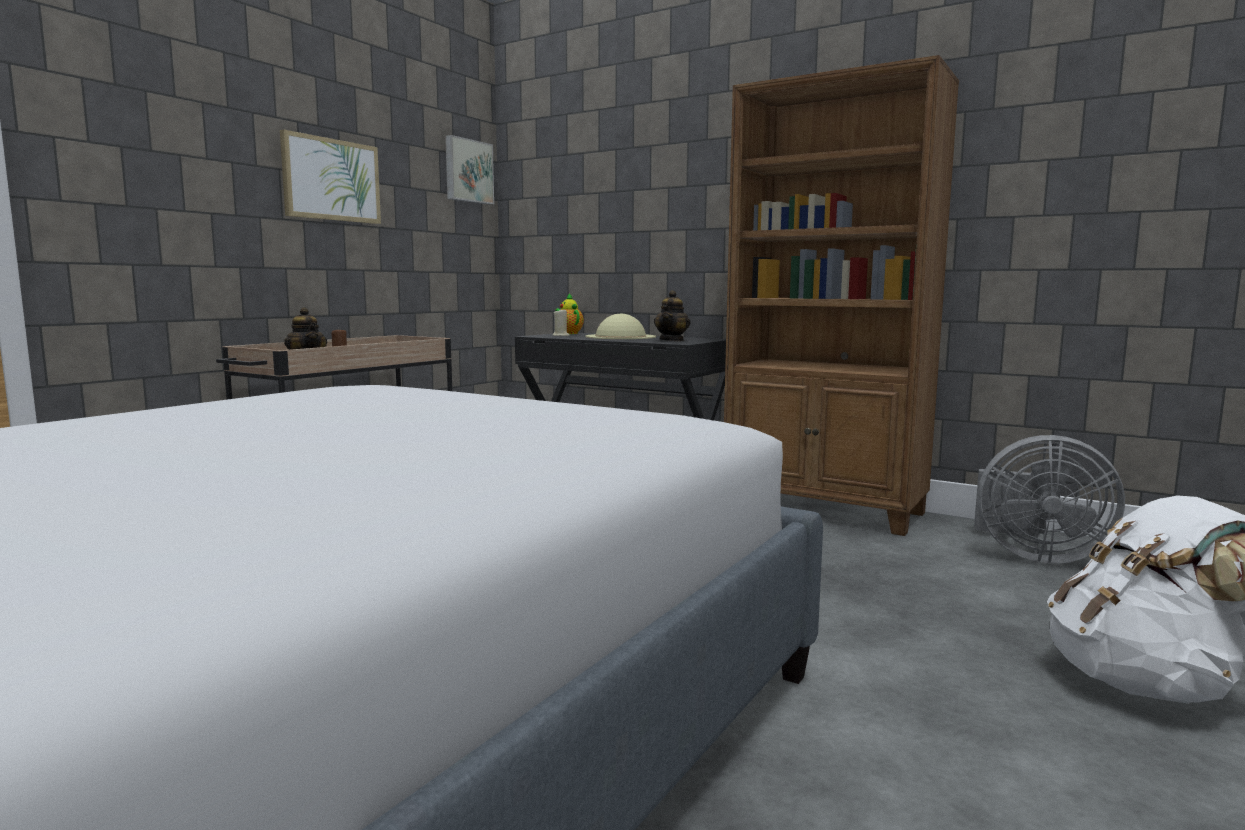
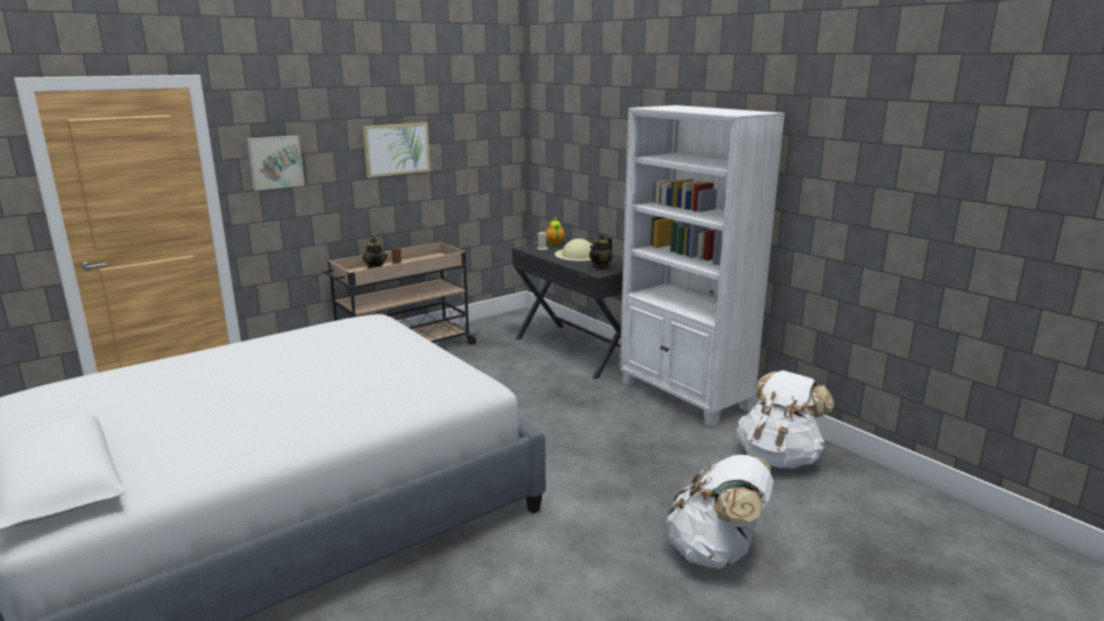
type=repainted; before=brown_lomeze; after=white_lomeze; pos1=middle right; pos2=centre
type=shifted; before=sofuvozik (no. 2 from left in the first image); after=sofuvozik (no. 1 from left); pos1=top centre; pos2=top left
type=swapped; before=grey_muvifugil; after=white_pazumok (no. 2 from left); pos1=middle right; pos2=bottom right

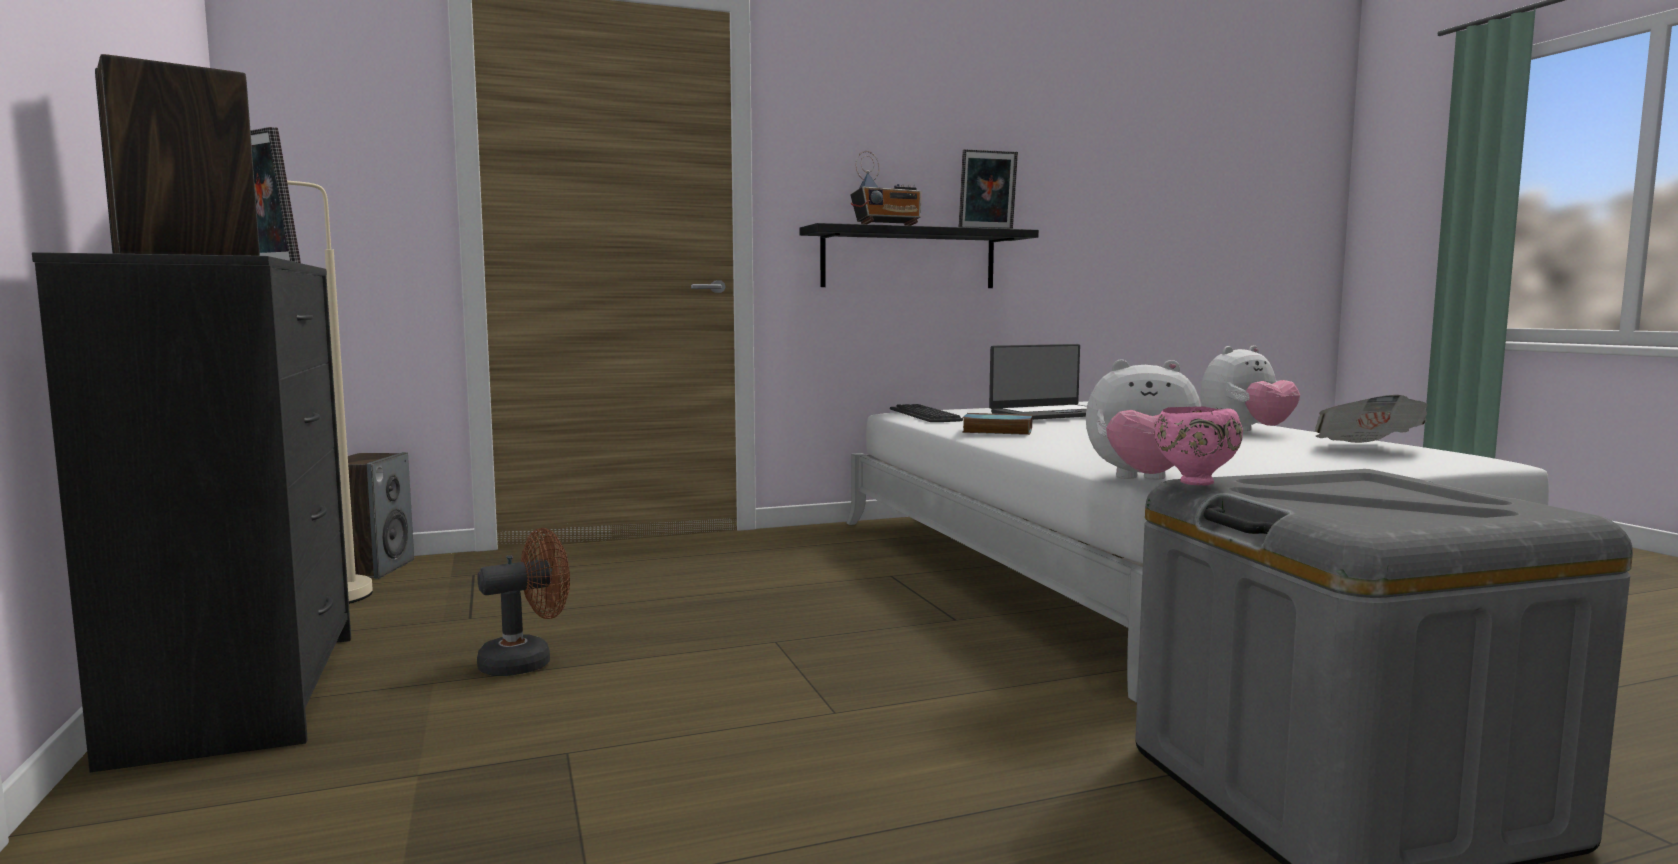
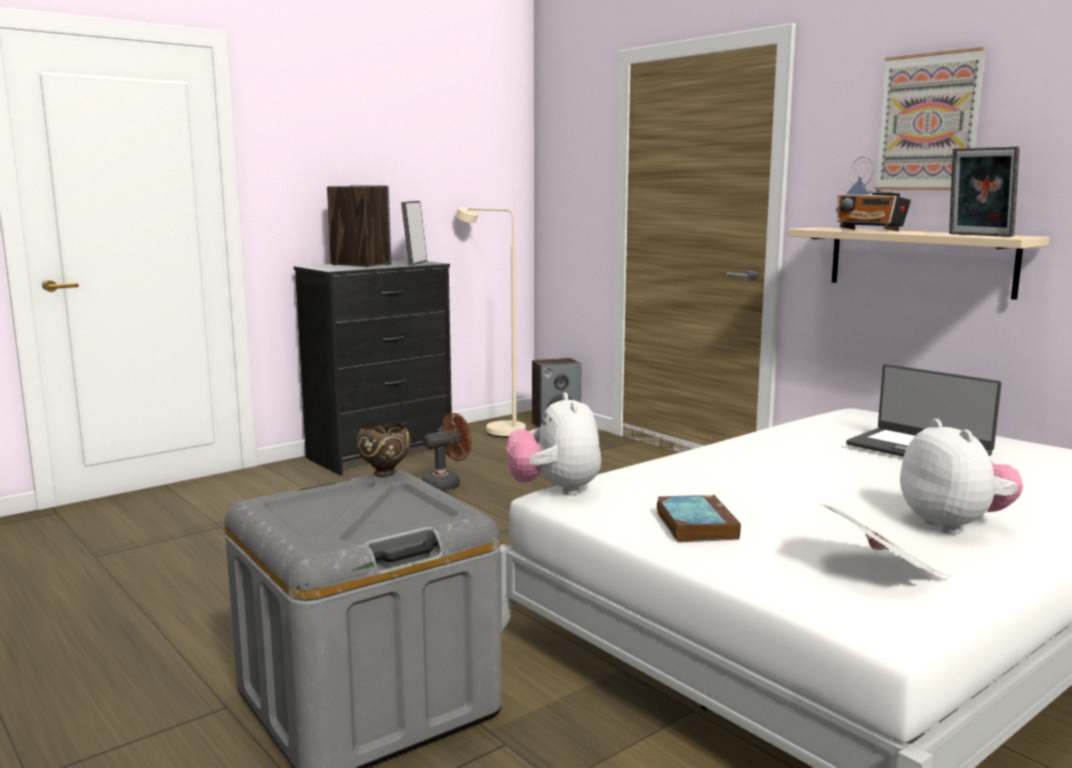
type=repainted; before=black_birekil; after=beige_birekil; pos1=top centre; pos2=middle right
type=rotated; before=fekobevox (no. 2 from left); pos1=middle right; pos2=middle right; turn=-150
type=gone; before=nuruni; pos1=centre
type=repainted; before=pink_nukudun; after=brown_nukudun; pos1=middle right; pos2=centre
type=shifted; before=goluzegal; pos1=centre; pos2=bottom centre
type=rotated; before=brown_muvifugil; pos1=bottom left; pos2=centre; turn=-75
type=new; after=sofuvozik; pos2=top right

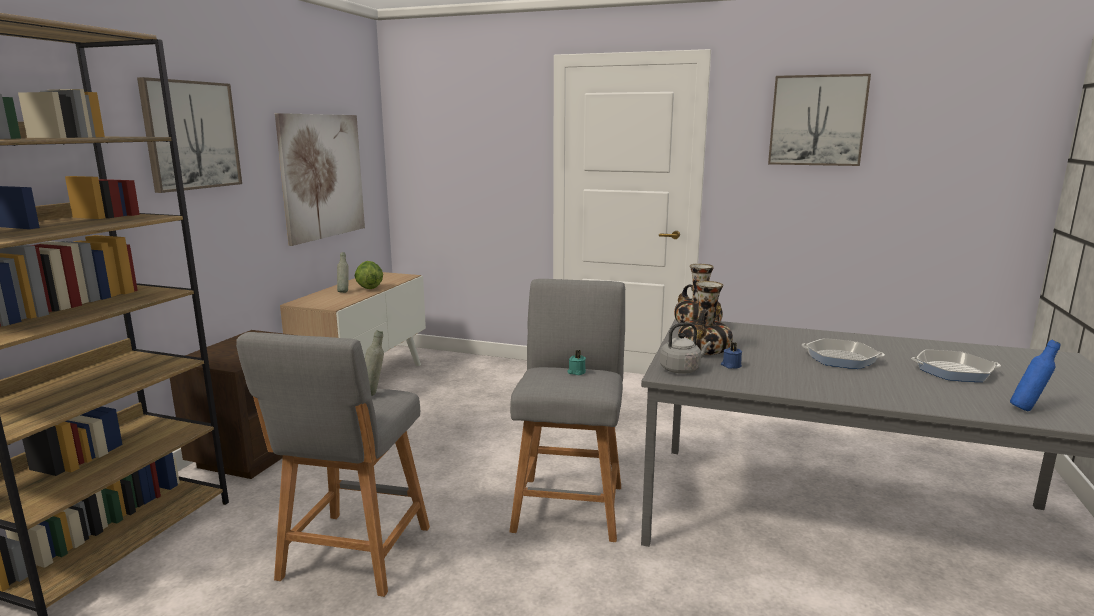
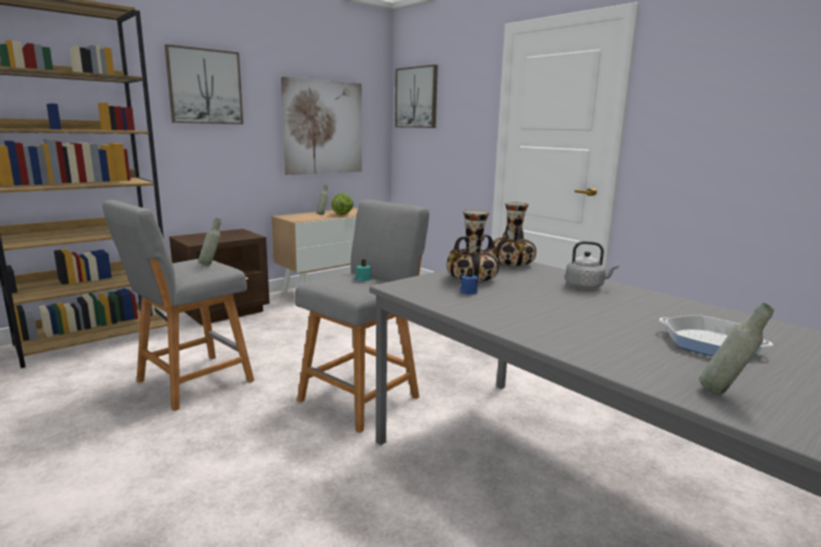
type=shifted; before=sofuvozik (no. 3 from left); pos1=top right; pos2=top centre
type=shifted; before=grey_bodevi; pos1=centre; pos2=middle right
type=gone; before=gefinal (no. 1 from left); pos1=middle right
type=repainted; before=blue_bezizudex; after=grey_bezizudex (no. 3 from left); pos1=middle right; pos2=middle right

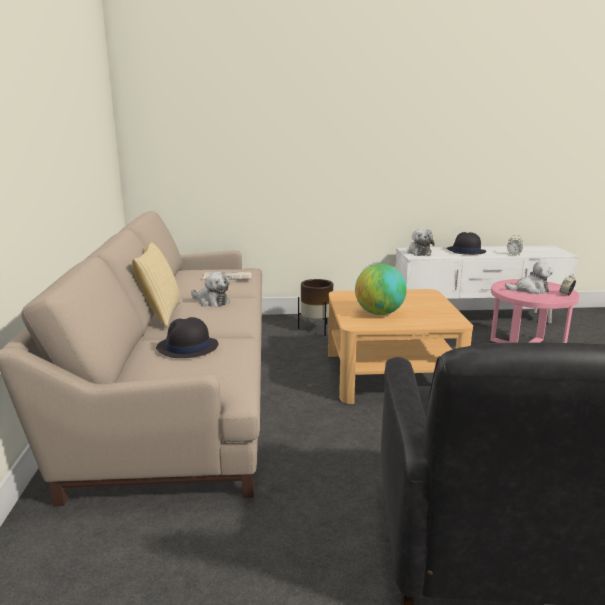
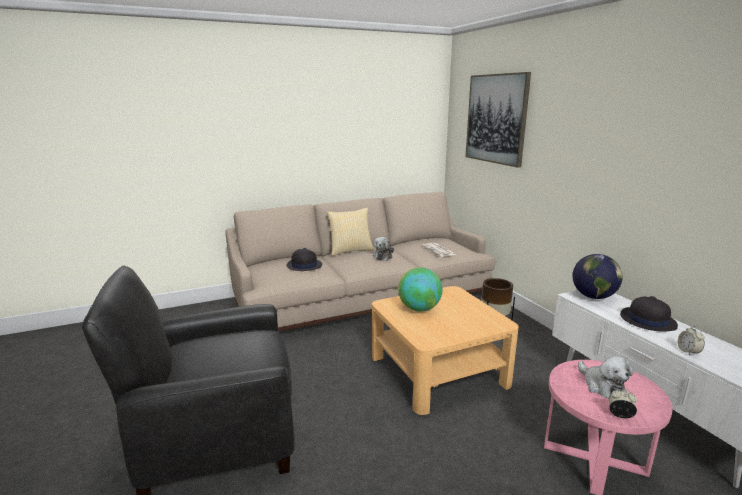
type=swapped; before=fekobevox (no. 2 from left); after=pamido (no. 2 from left); pos1=middle right; pos2=middle right
type=new; after=sofuvozik; pos2=top right

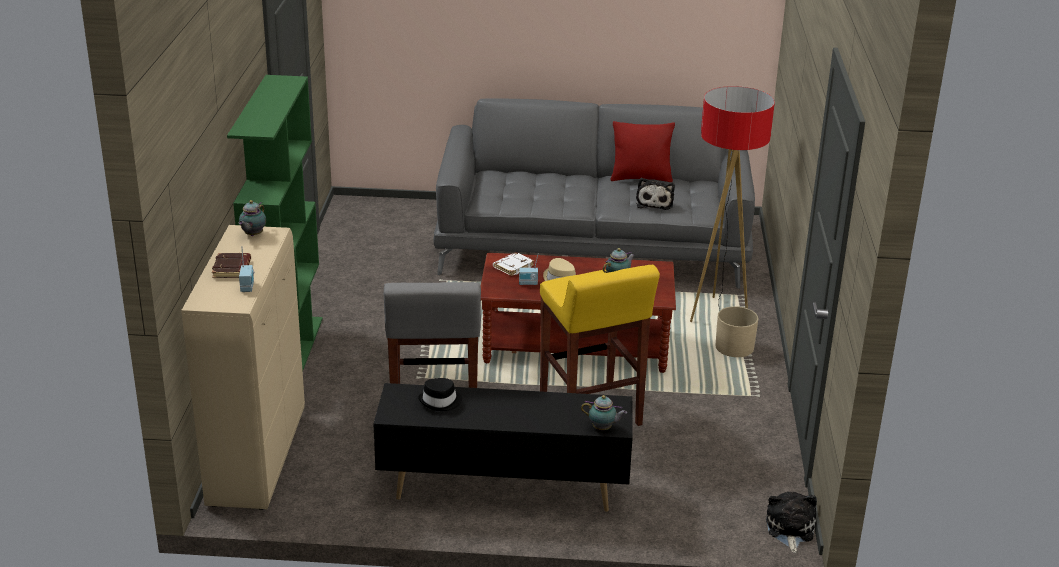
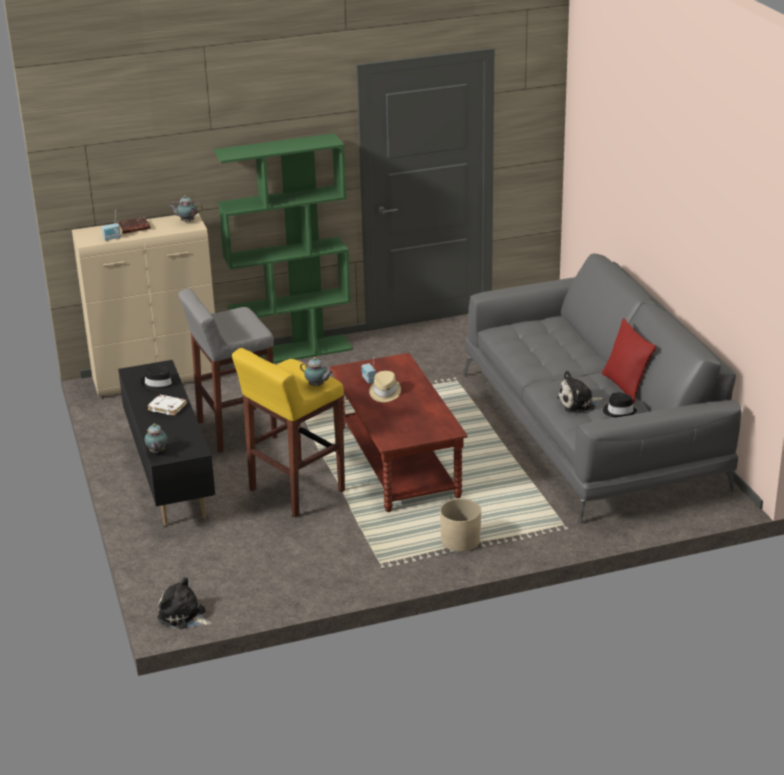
type=gone; before=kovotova; pos1=middle right
type=shifted; before=white_goluzegal; pos1=centre; pos2=middle left
type=rotated; before=fekobevox (no. 2 from left in the first image); pos1=bottom right; pos2=bottom left; turn=-135
type=new; after=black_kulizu (no. 2 from left); pos2=middle right

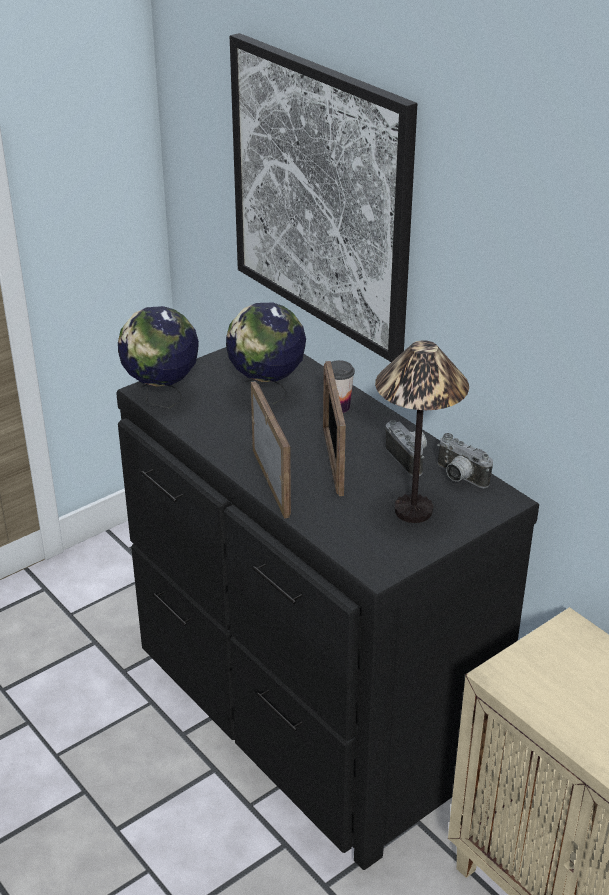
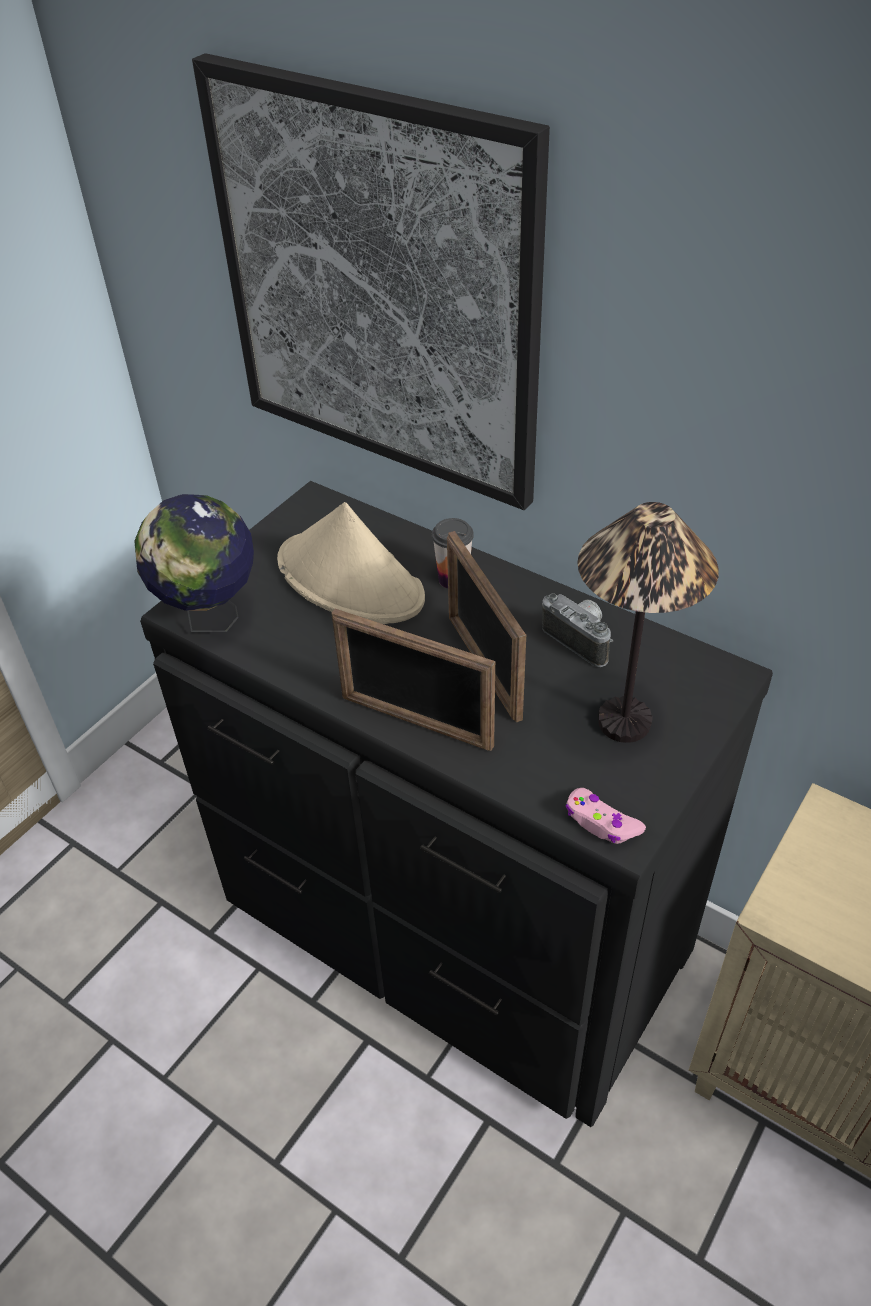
type=swapped; before=pamido (no. 2 from left); after=beige_kulizu; pos1=centre; pos2=centre
type=rotated; before=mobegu (no. 1 from left); pos1=centre; pos2=centre; turn=150
type=gone; before=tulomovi (no. 2 from left); pos1=middle right
type=new; after=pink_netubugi; pos2=middle right

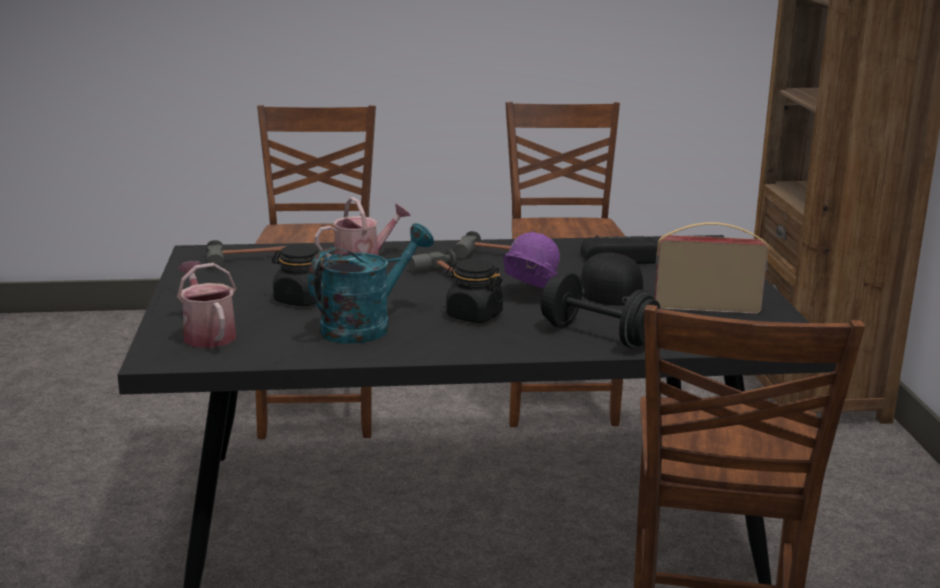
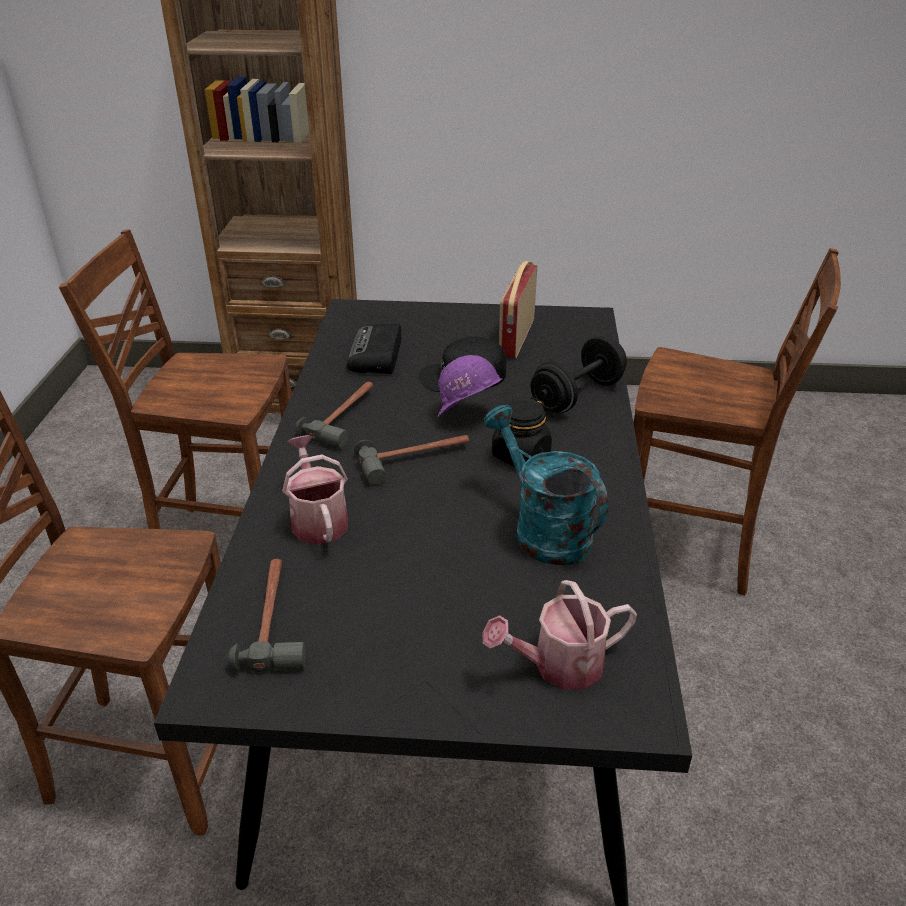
type=gone; before=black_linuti (no. 1 from left); pos1=middle left

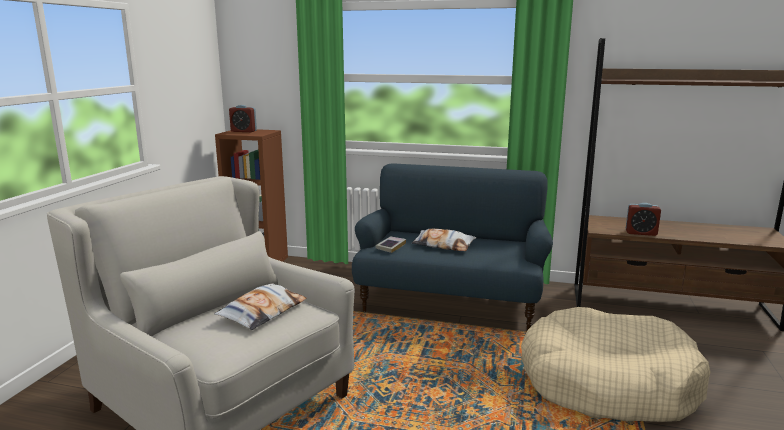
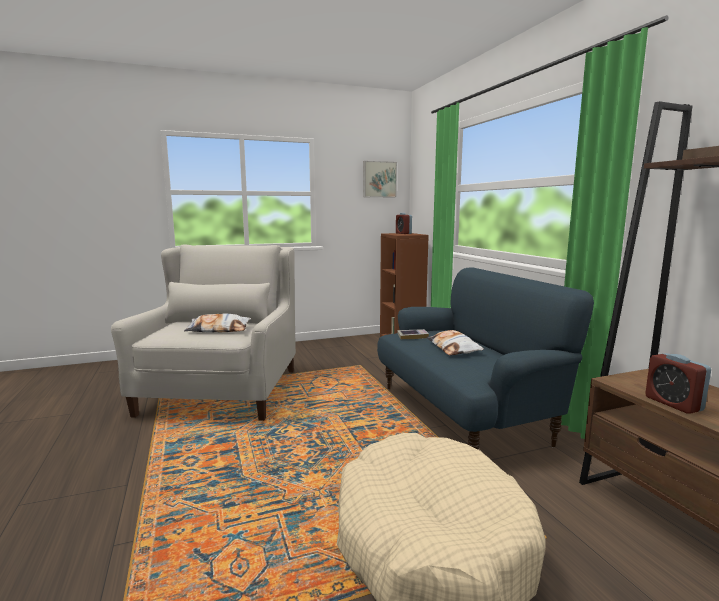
type=new; after=sofuvozik; pos2=top centre

